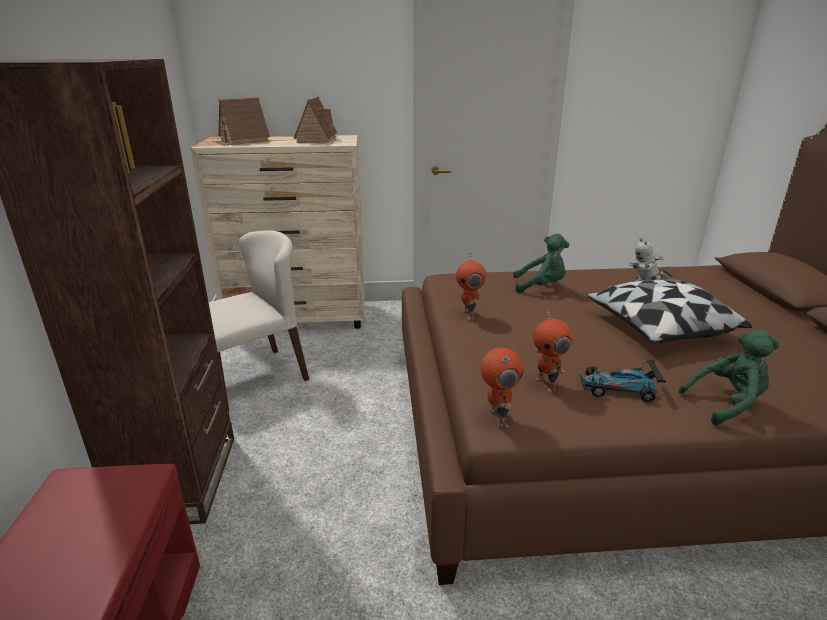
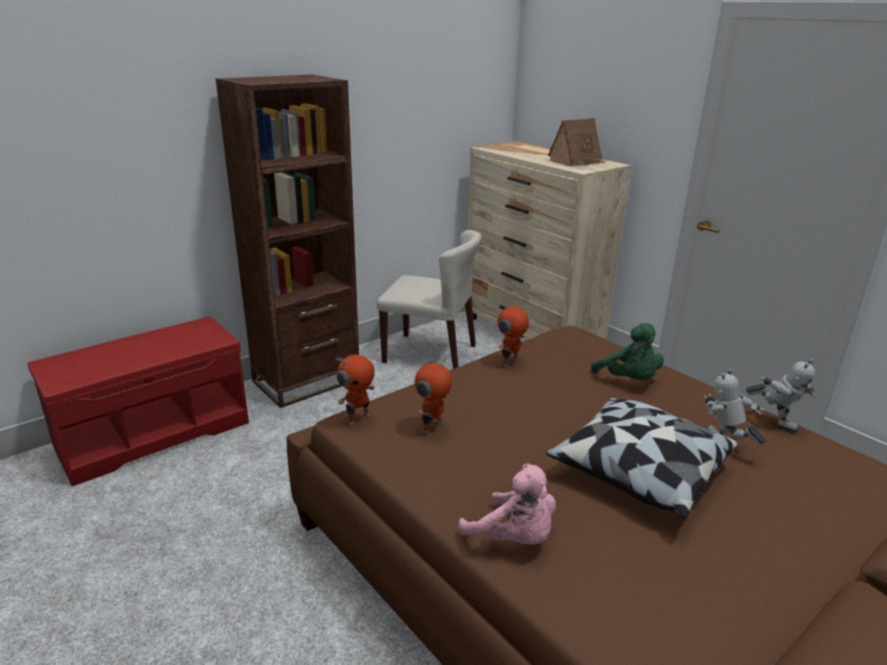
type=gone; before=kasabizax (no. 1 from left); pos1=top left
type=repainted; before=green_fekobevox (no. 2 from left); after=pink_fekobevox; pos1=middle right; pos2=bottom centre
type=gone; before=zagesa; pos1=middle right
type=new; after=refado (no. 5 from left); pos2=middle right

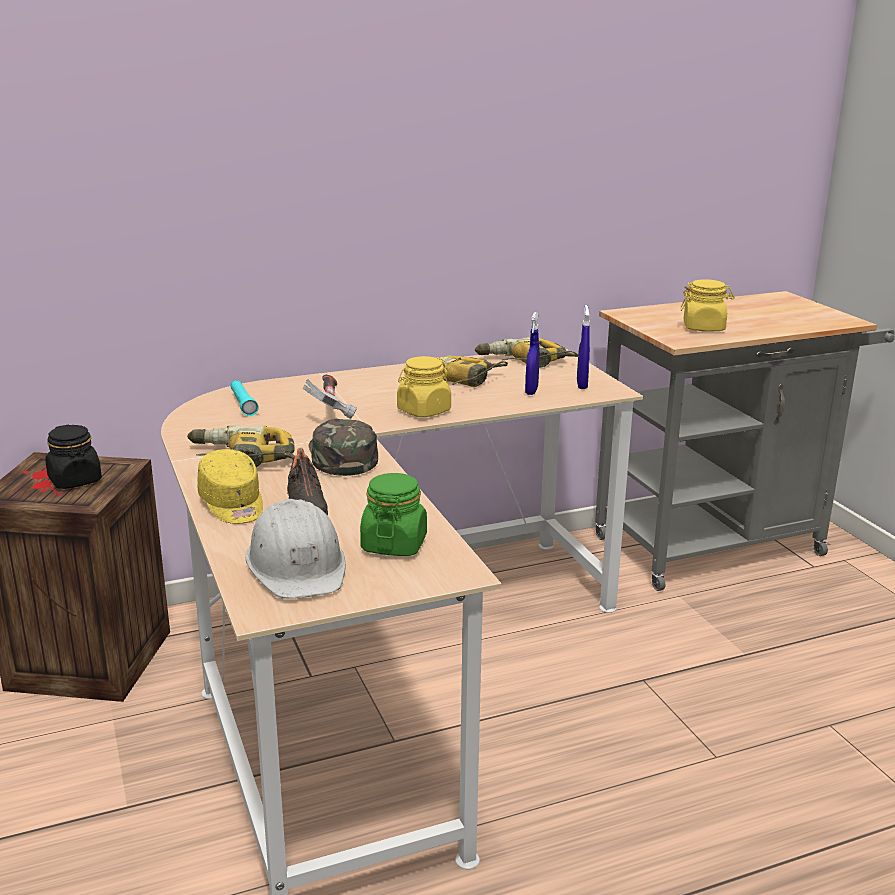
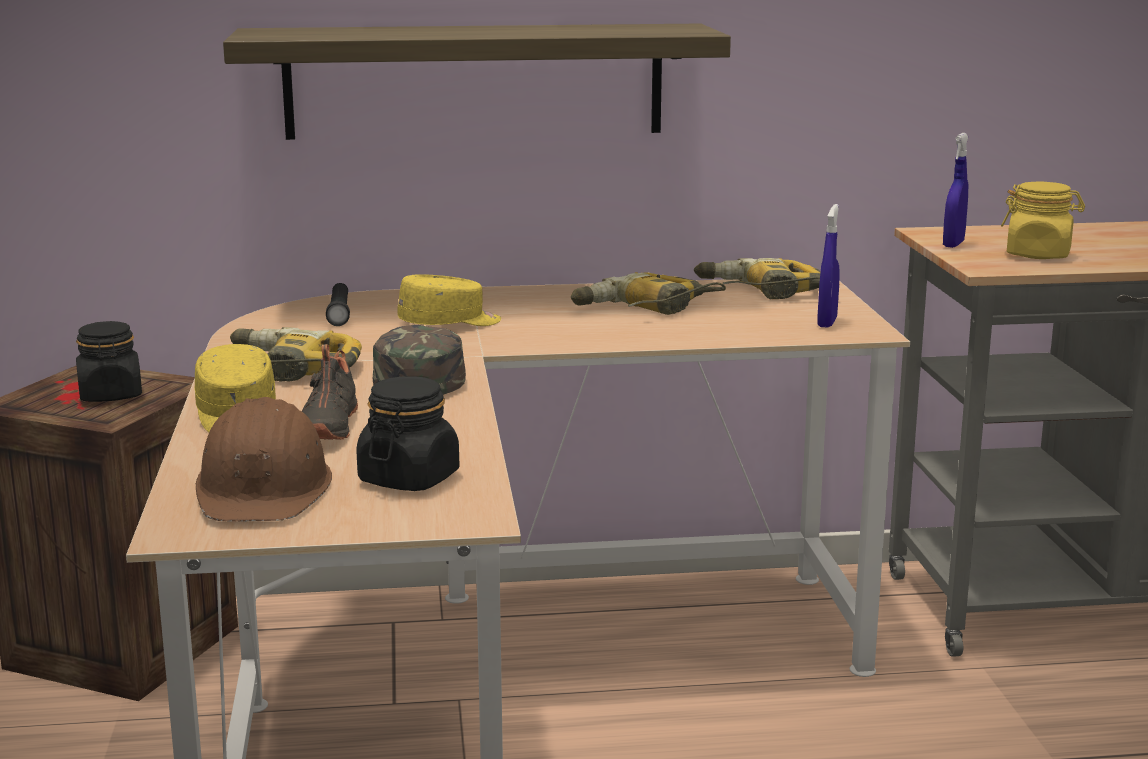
type=shifted; before=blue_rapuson (no. 1 from left in the first image); after=blue_rapuson (no. 2 from left); pos1=centre; pos2=top right
type=gone; before=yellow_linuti (no. 1 from left); pos1=centre
type=swapped; before=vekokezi; after=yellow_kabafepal (no. 2 from left); pos1=centre; pos2=centre
type=repainted; before=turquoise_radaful; after=black_radaful; pos1=middle left; pos2=middle left
type=repainted; before=green_linuti; after=black_linuti (no. 2 from left); pos1=centre; pos2=centre
type=repainted; before=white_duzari; after=brown_duzari; pos1=middle left; pos2=middle left
type=new; after=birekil; pos2=top centre

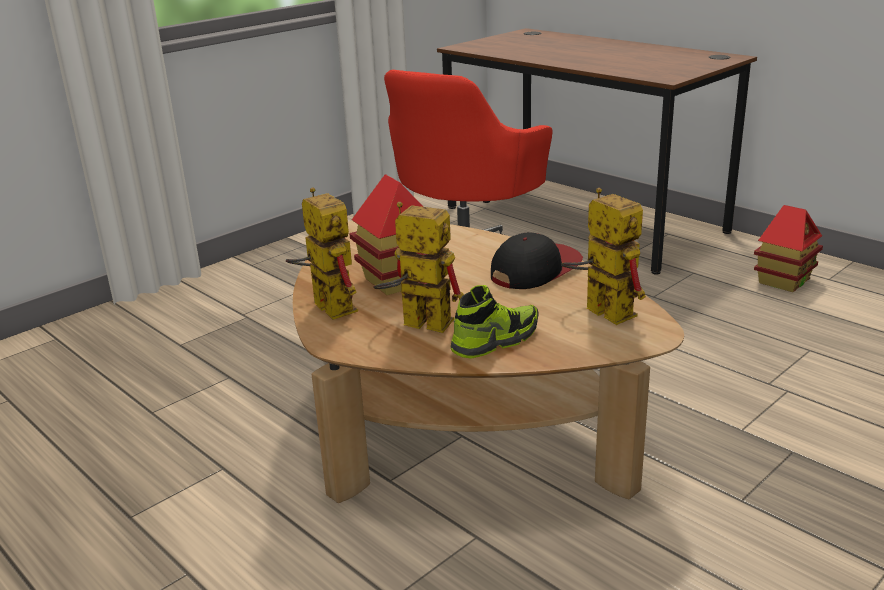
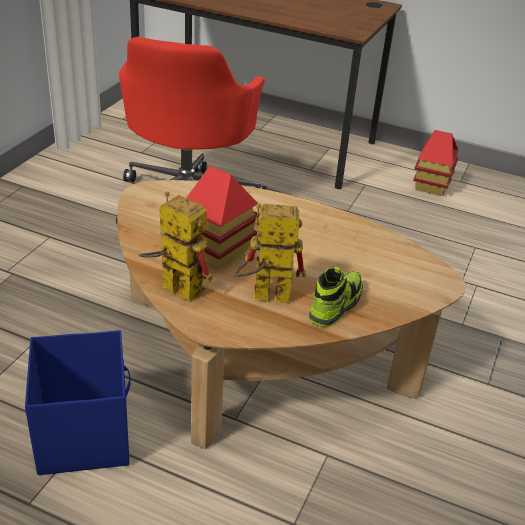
type=gone; before=refado (no. 3 from left); pos1=middle right
type=gone; before=kabafepal; pos1=centre
type=new; after=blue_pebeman; pos2=bottom left

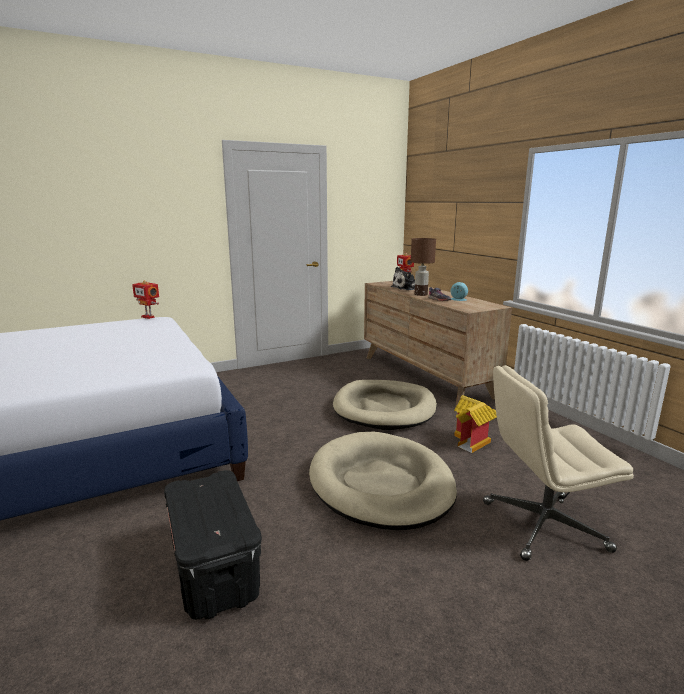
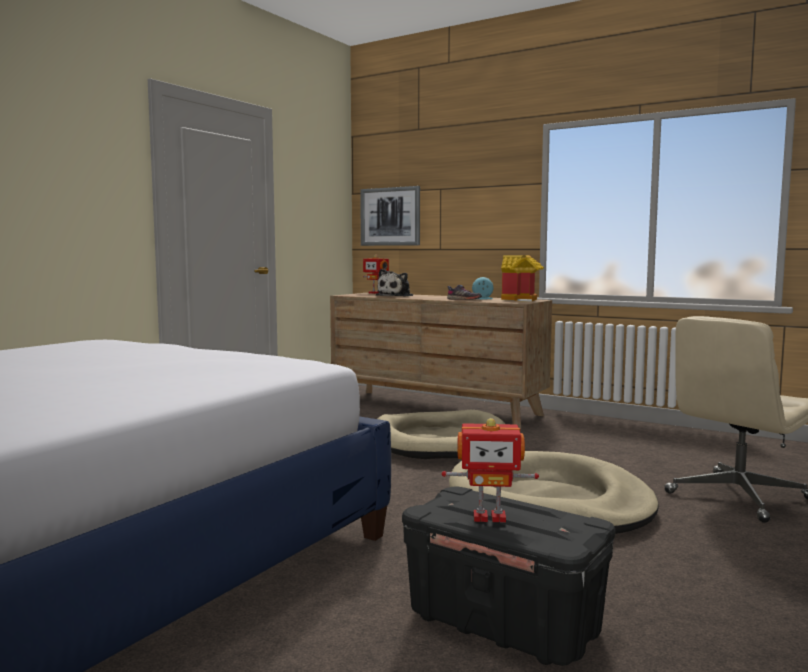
type=gone; before=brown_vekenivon; pos1=centre
type=shifted; before=refado (no. 1 from left in the first image); after=refado (no. 2 from left); pos1=middle left; pos2=bottom centre
type=shifted; before=kasabizax; pos1=middle right; pos2=centre
type=new; after=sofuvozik; pos2=top centre

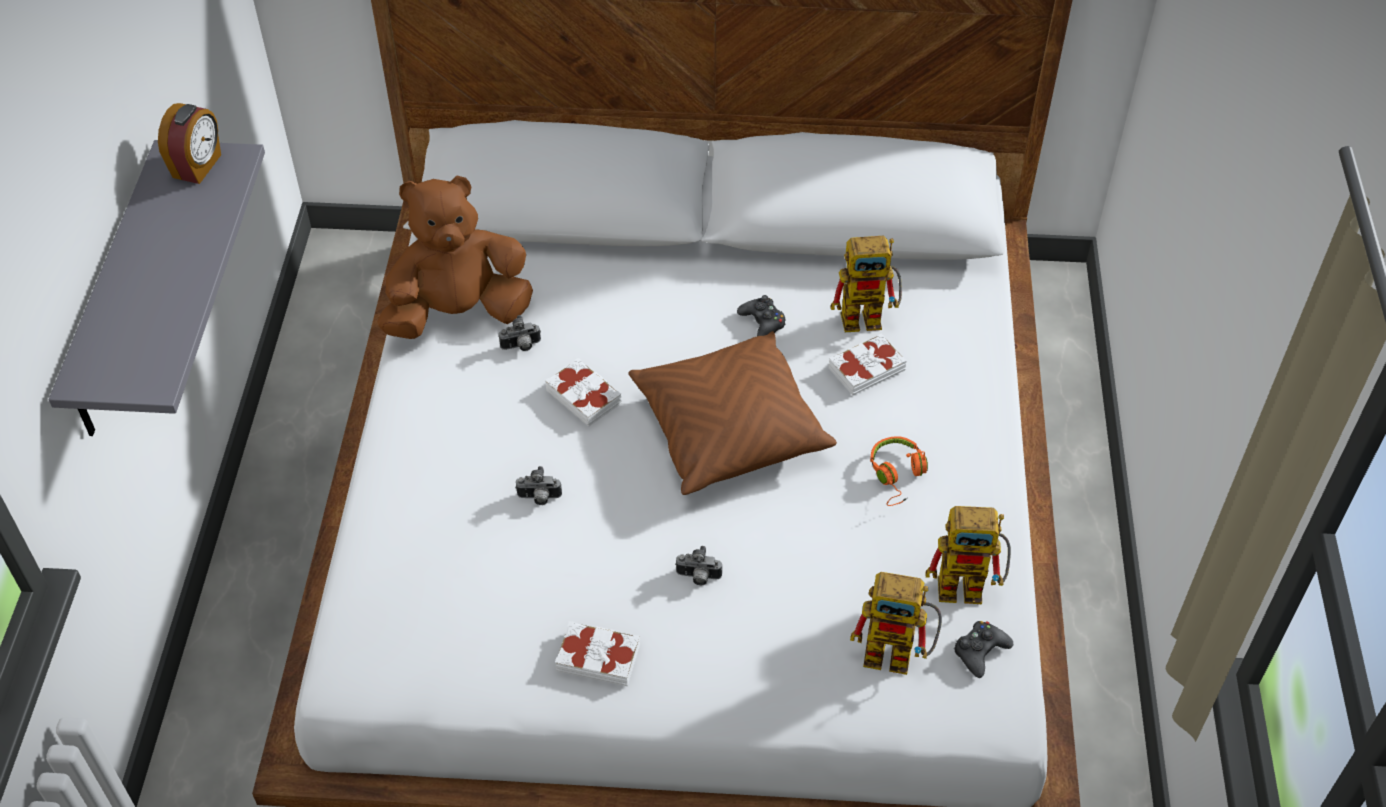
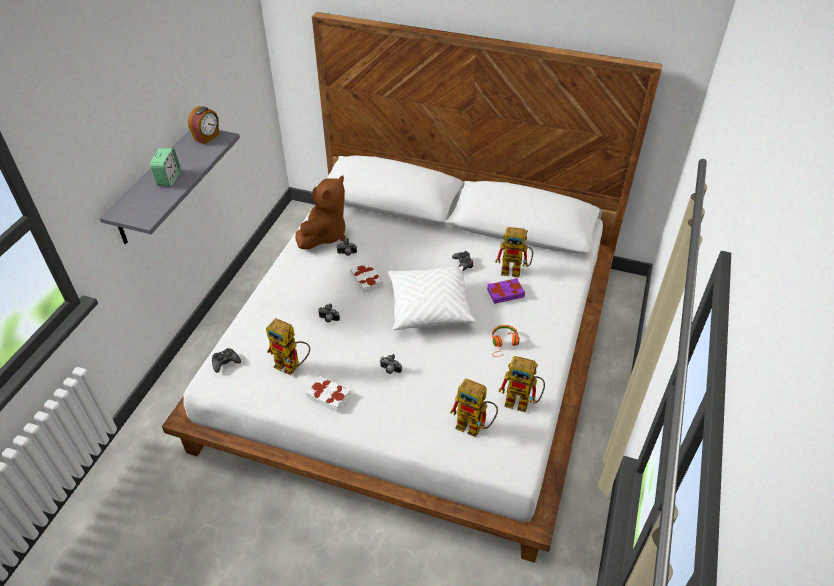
type=rotated; before=brown_fekobevox; pos1=top left; pos2=centre; turn=120
type=repainted; before=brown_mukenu; after=white_mukenu; pos1=centre; pos2=centre
type=repainted; before=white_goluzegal (no. 3 from left); after=purple_goluzegal; pos1=centre; pos2=centre
type=shifted; before=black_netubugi (no. 2 from left in the first image); after=black_netubugi (no. 1 from left); pos1=bottom right; pos2=middle left
type=new; after=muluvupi (no. 1 from left); pos2=top left
type=new; after=refado (no. 1 from left); pos2=centre

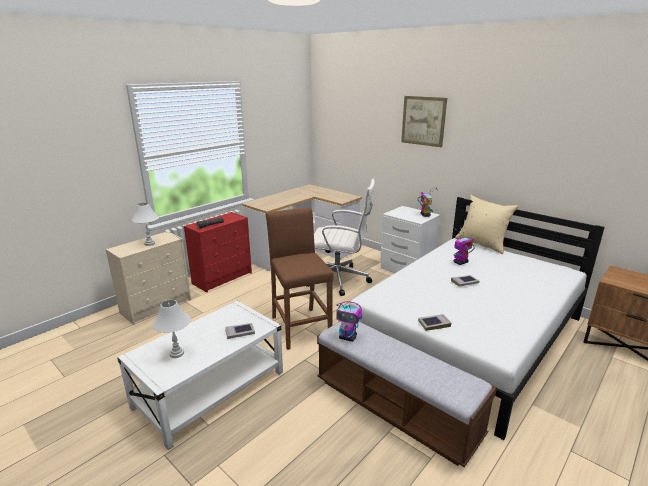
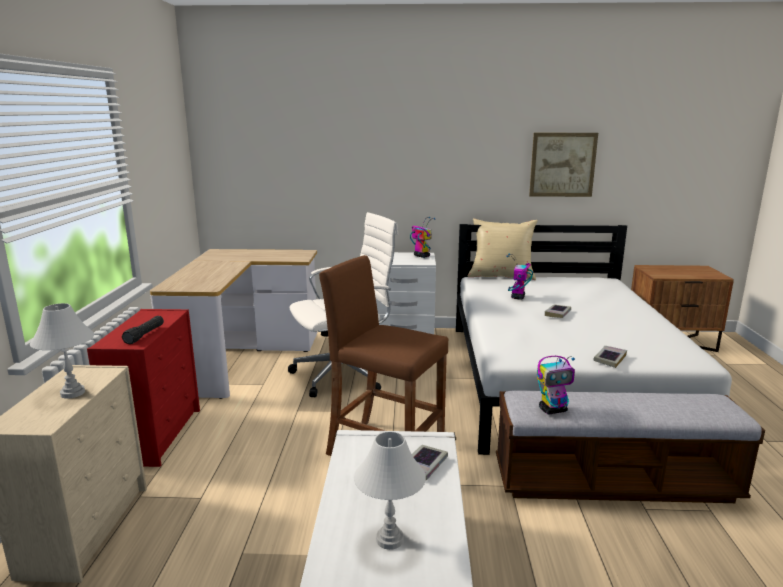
type=shifted; before=sofuvozik; pos1=top centre; pos2=top right

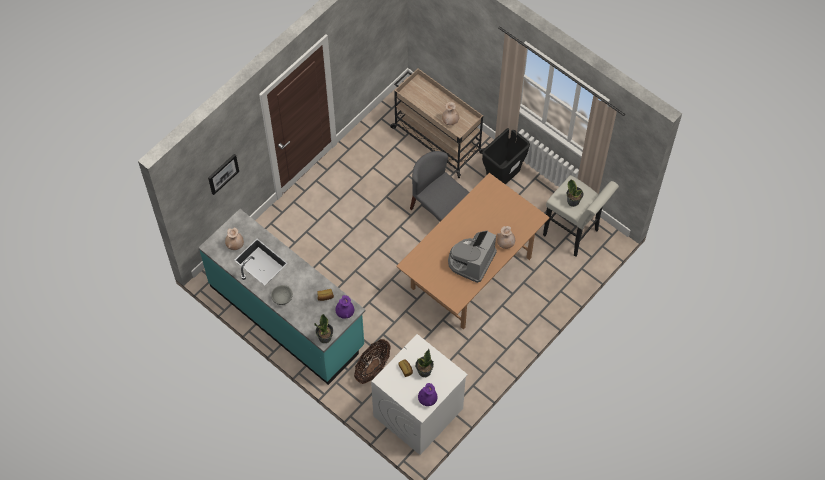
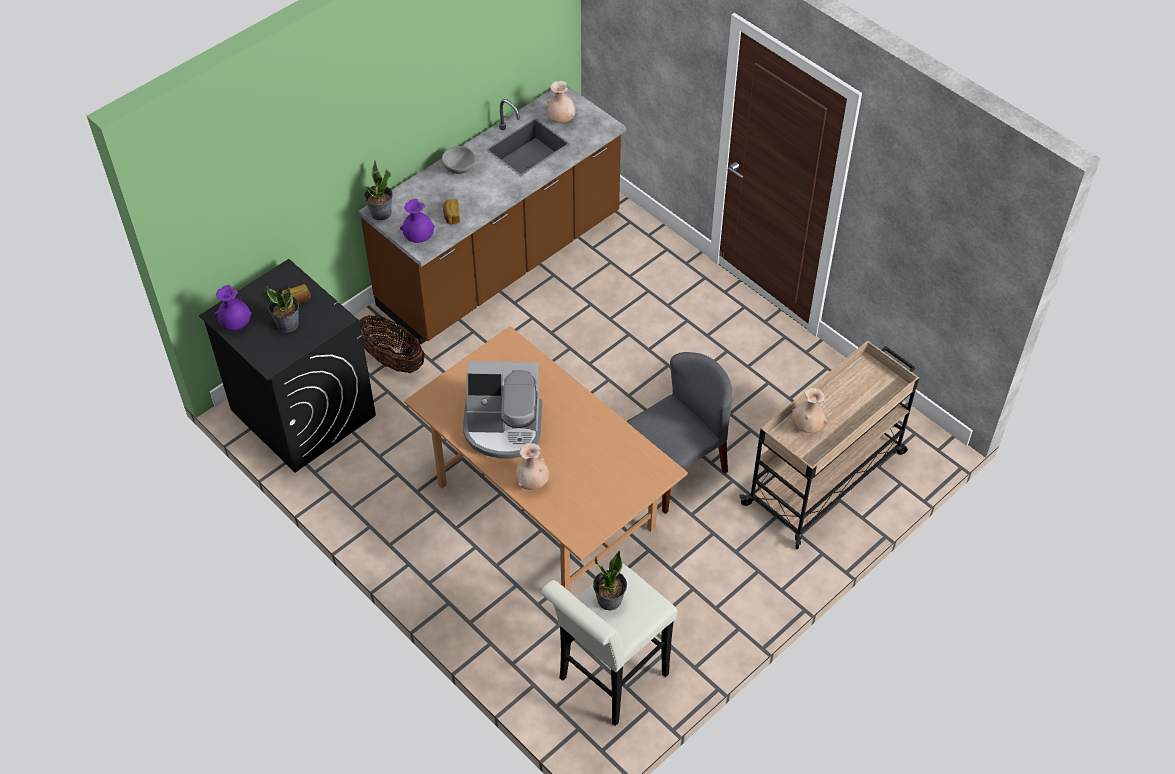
type=gone; before=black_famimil; pos1=top centre
type=gone; before=sofuvozik; pos1=middle left
type=repainted; before=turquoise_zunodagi; after=brown_zunodagi; pos1=centre; pos2=top centre
type=rotated; before=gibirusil; pos1=centre; pos2=centre; turn=150
type=repainted; before=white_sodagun; after=black_sodagun; pos1=bottom centre; pos2=middle left

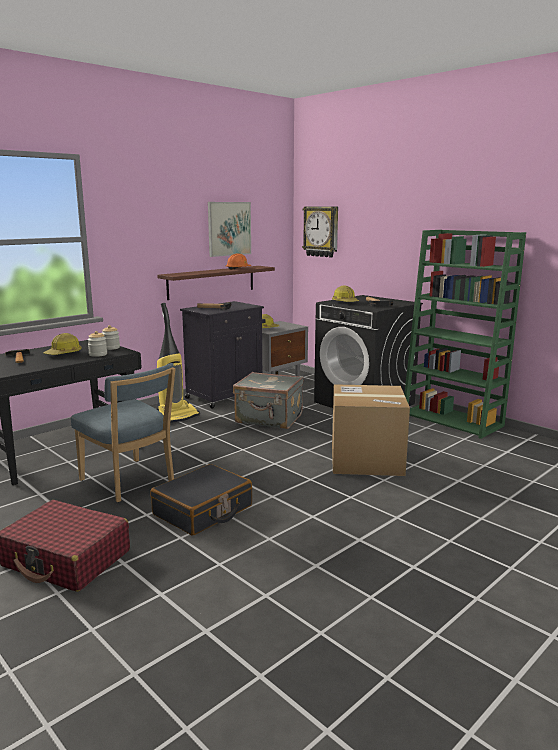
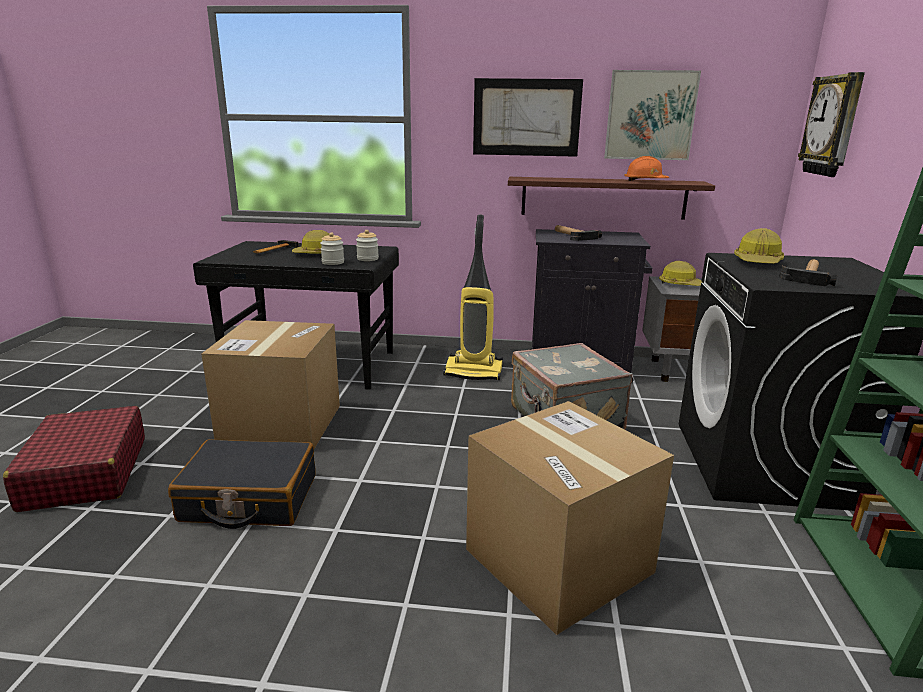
type=swapped; before=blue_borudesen; after=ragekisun (no. 1 from left); pos1=middle left; pos2=middle left
type=new; after=sofuvozik (no. 1 from left); pos2=top centre

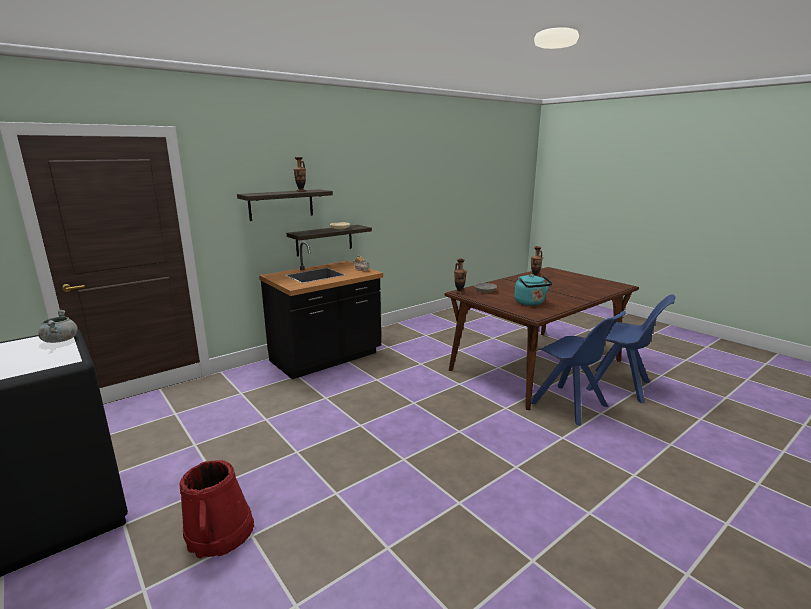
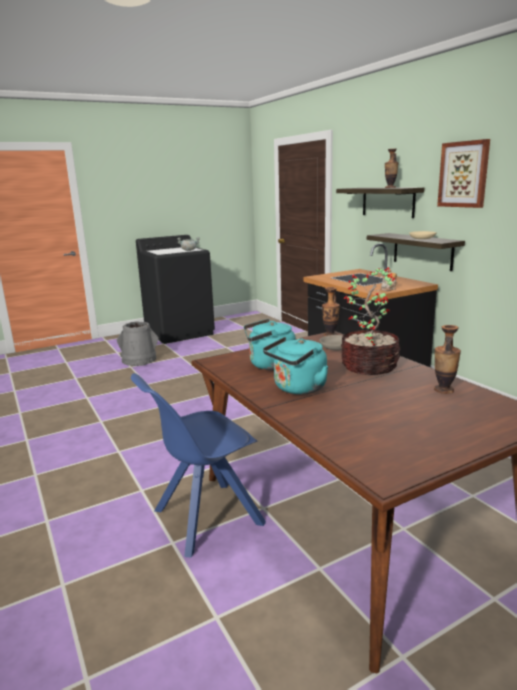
type=gone; before=blue_borudesen (no. 2 from left); pos1=middle right
type=repainted; before=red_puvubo; after=grey_puvubo; pos1=bottom left; pos2=middle left
type=new; after=sofuvozik; pos2=top right
type=new; after=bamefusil; pos2=middle right
type=new; after=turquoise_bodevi (no. 2 from left); pos2=centre

